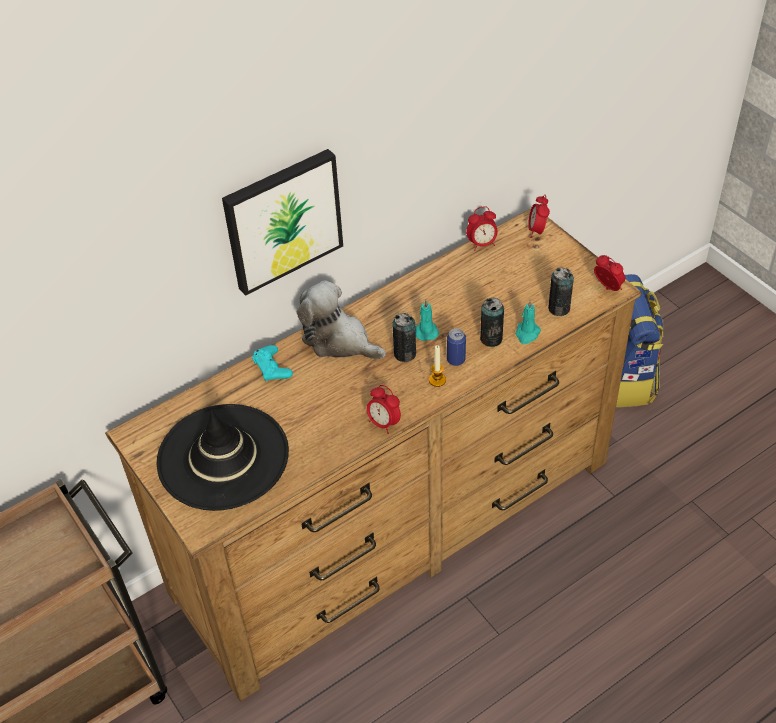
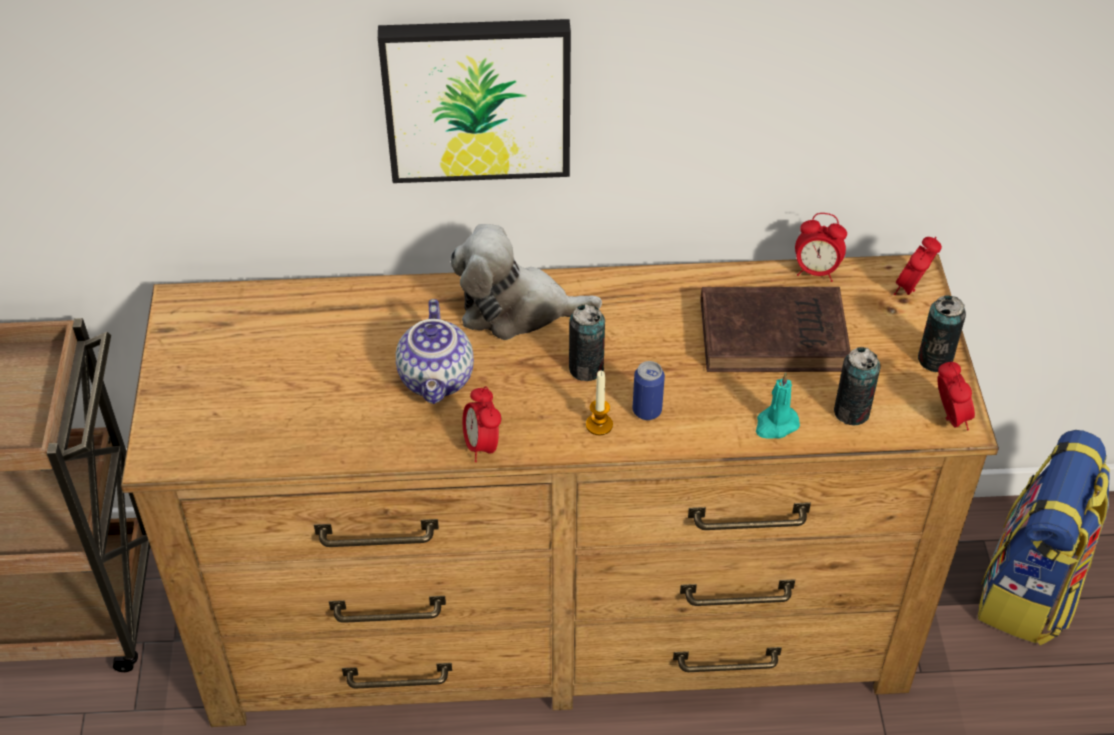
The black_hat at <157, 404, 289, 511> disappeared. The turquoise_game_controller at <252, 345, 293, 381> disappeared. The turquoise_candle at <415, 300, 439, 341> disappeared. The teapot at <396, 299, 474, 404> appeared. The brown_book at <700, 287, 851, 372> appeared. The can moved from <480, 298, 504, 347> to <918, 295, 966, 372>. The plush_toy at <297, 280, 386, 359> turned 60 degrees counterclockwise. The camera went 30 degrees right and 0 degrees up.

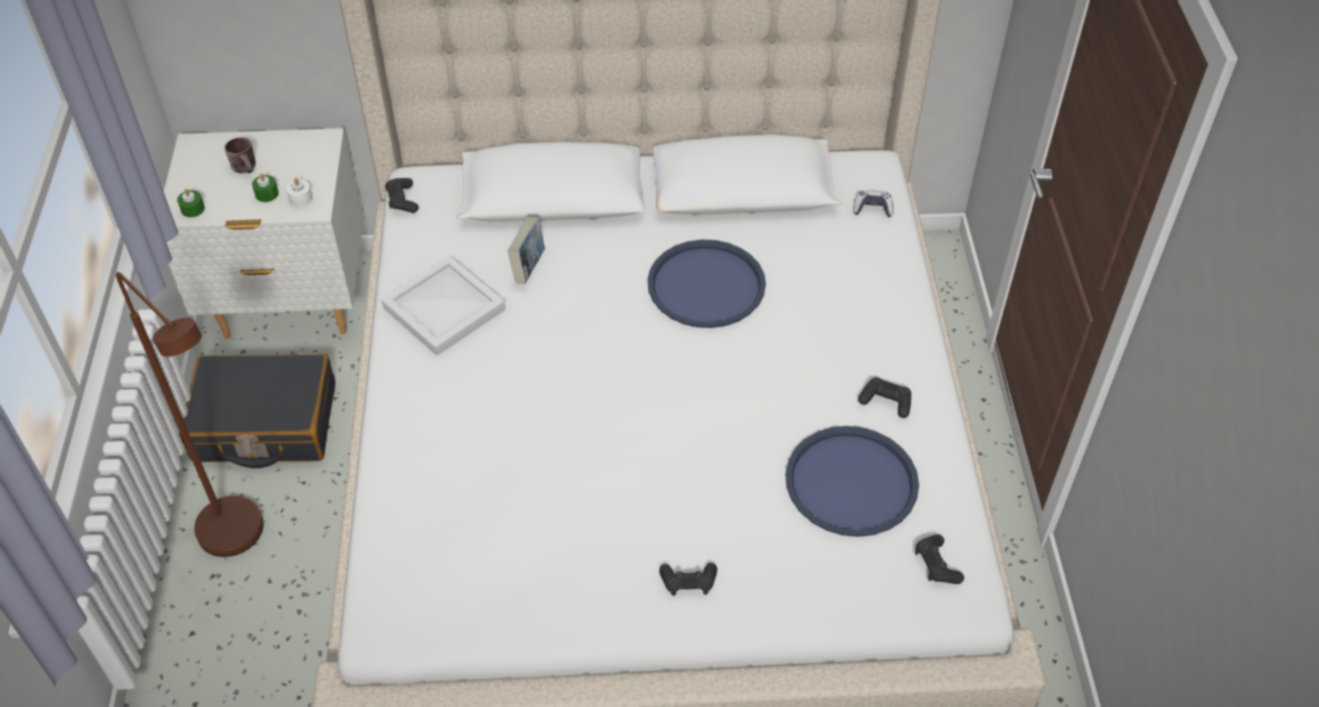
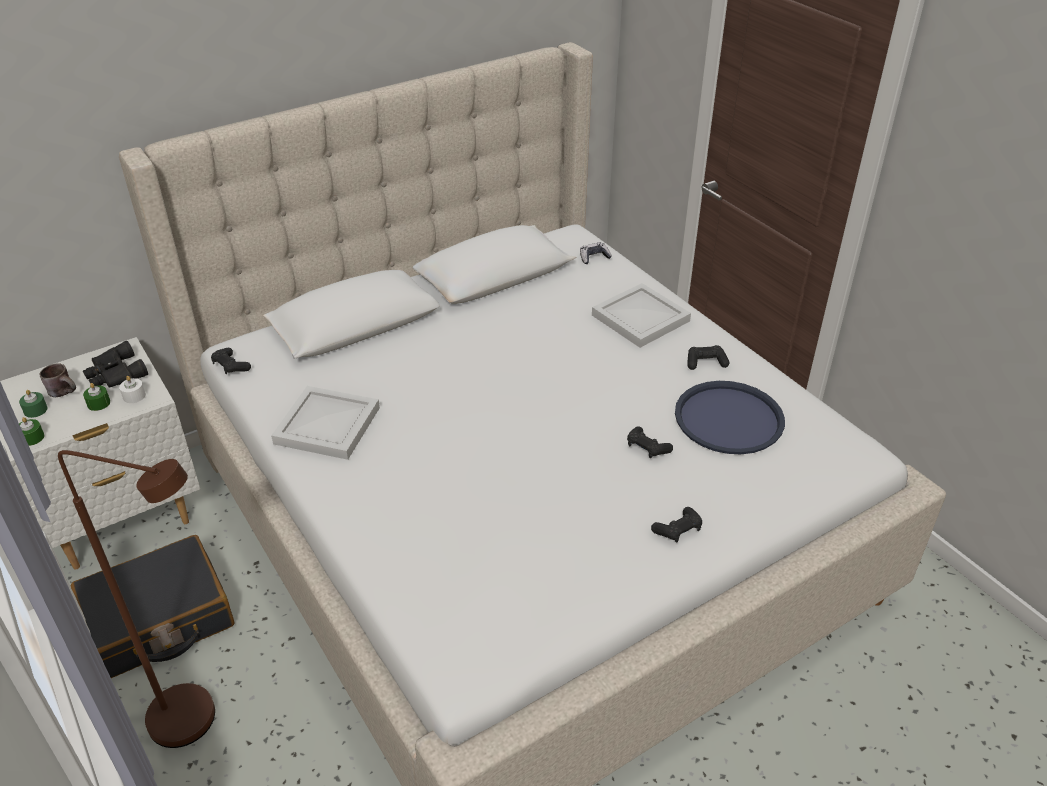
The book at <508, 217, 545, 284> disappeared. The blue_tray at <647, 239, 766, 328> disappeared. The green_candle at <19, 390, 48, 418> appeared. The black_binoculars at <83, 341, 148, 388> appeared. The white_tray at <592, 283, 691, 348> appeared. The black_game_controller moved from <915, 534, 964, 584> to <627, 426, 673, 458>. The camera went 30 degrees left and 10 degrees down.

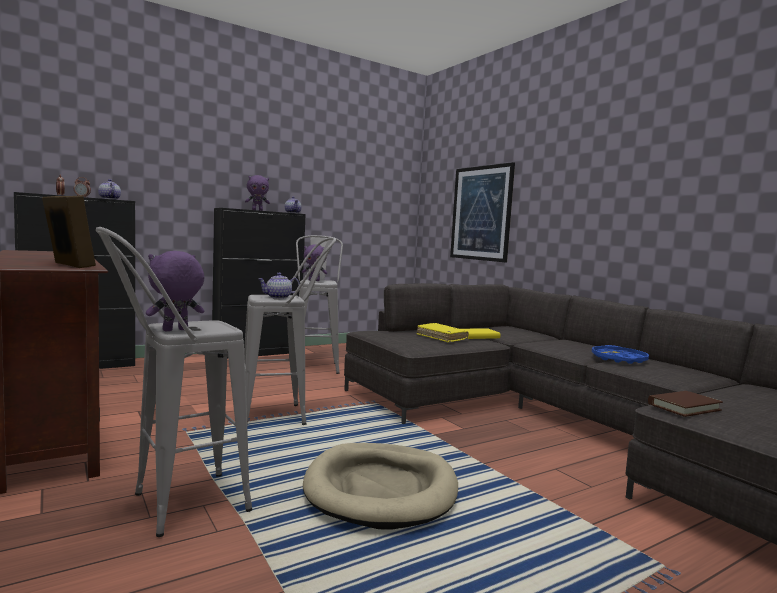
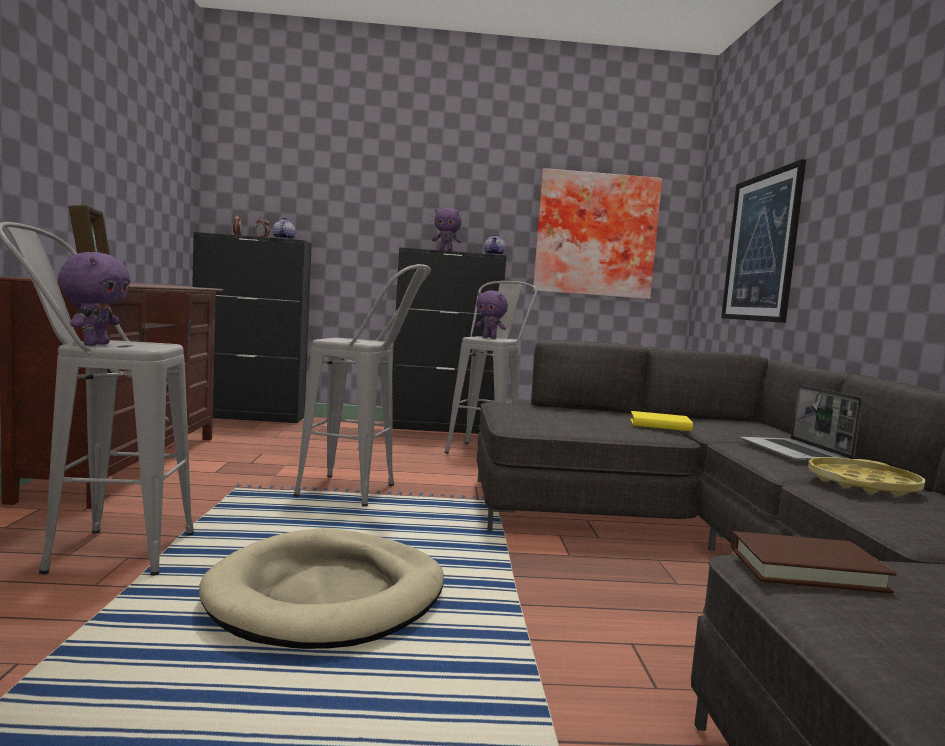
The teapot at <258, 273, 300, 299> disappeared. The yellow_book at <416, 323, 468, 342> disappeared. The picture at <533, 168, 662, 299> appeared. The laptop at <740, 384, 862, 463> appeared. The blue_tray at <592, 345, 649, 364> became the yellow_tray at <808, 457, 926, 496>. The purple_plush_toy at <146, 251, 204, 331> turned 105 degrees clockwise. The camera went 30 degrees right and 0 degrees up.

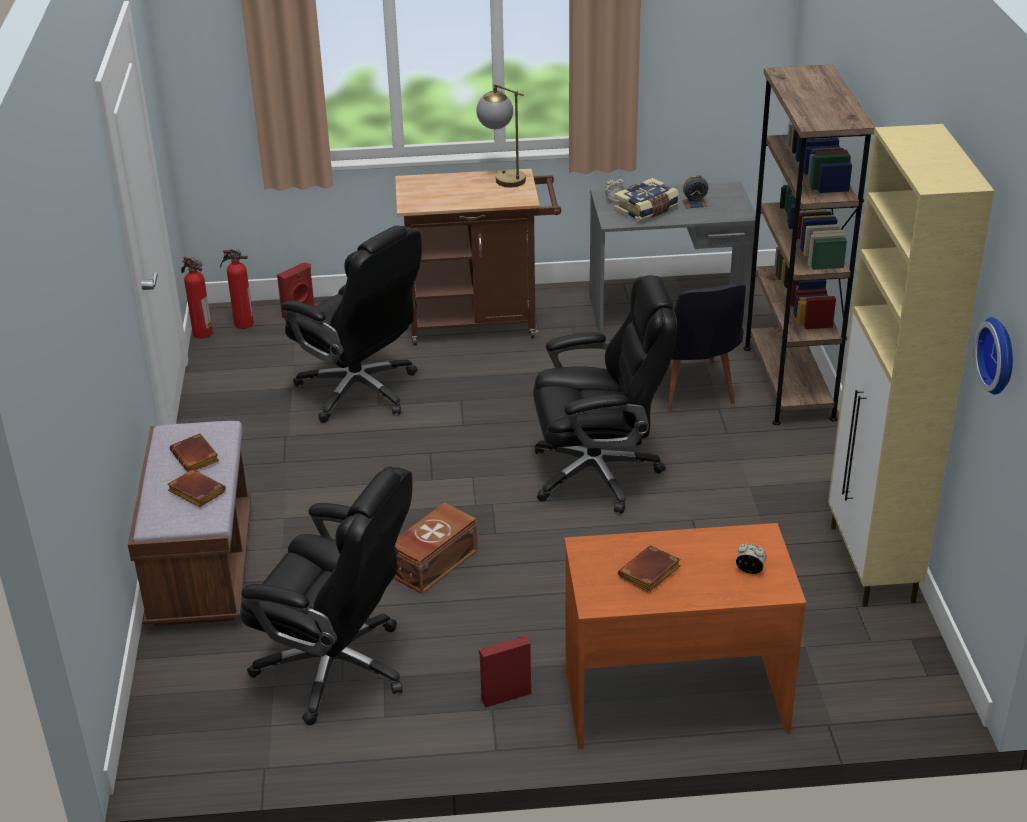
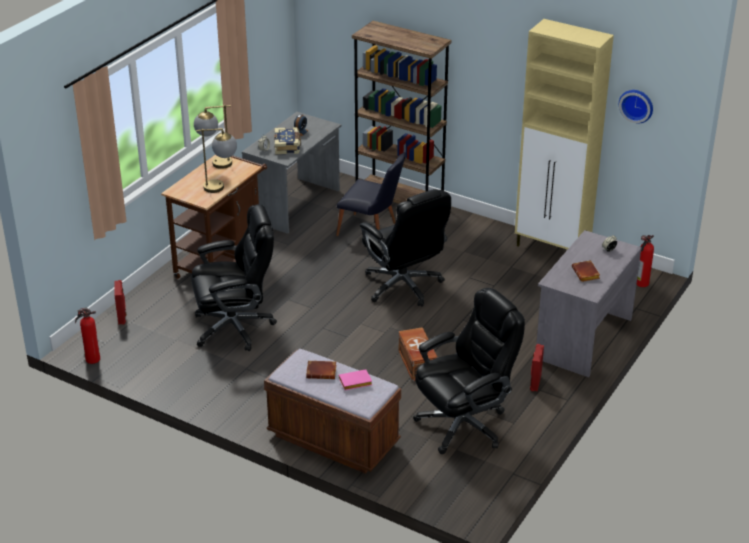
The table_lamp at <196, 128, 237, 193> appeared. The fire_extinguisher moved from <220, 249, 254, 329> to <636, 235, 654, 287>. The brown_book at <167, 469, 226, 507> became the pink_book at <339, 369, 372, 390>. The orange_desk at <564, 523, 806, 749> became the grey_desk at <536, 230, 642, 377>. The black_office_chair at <533, 275, 677, 514> turned 120 degrees clockwise. The camera went 55 degrees left and 0 degrees up.

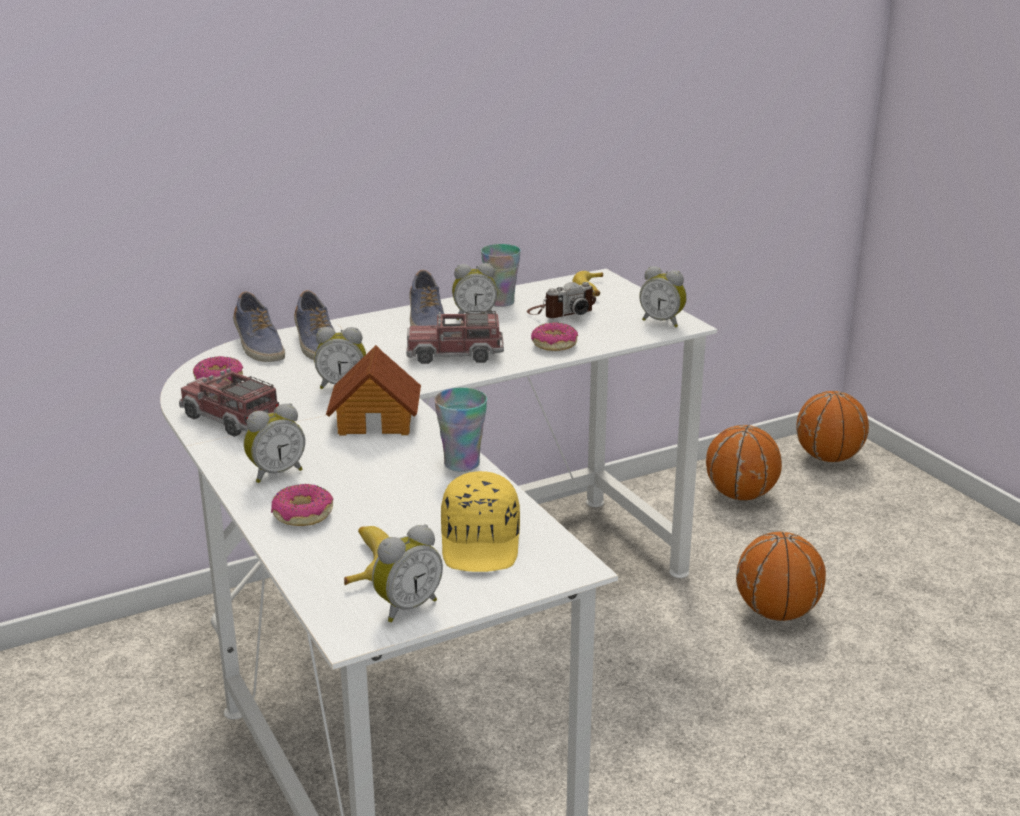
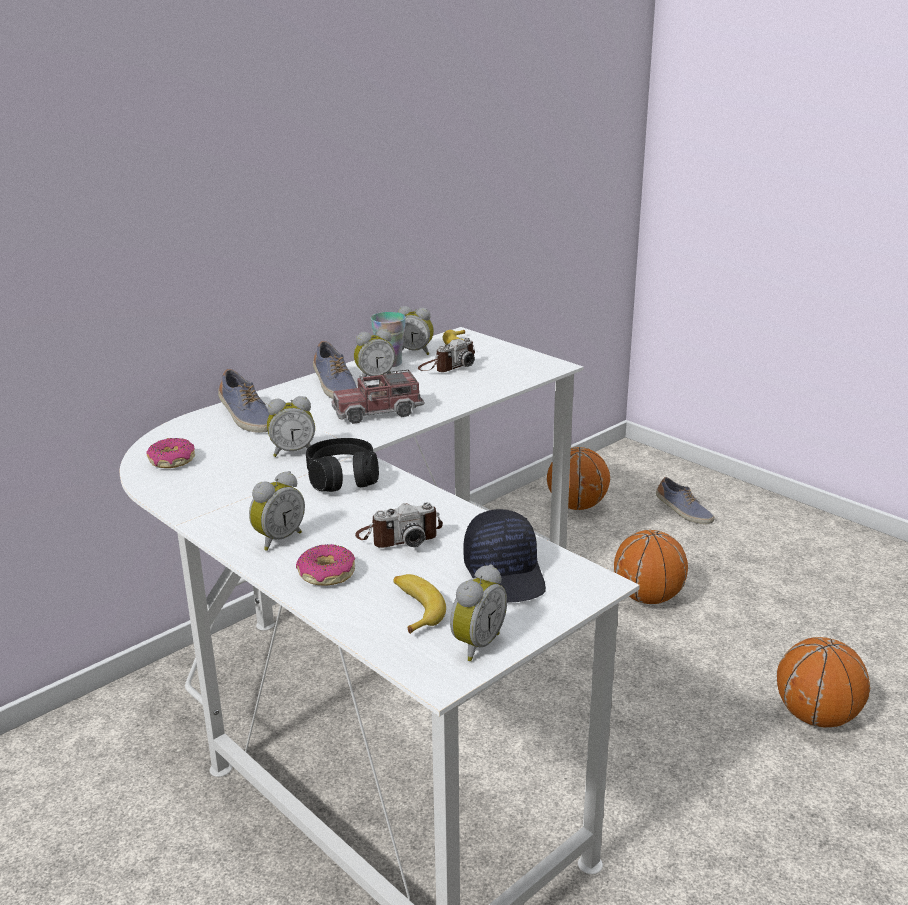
The toy_truck at <179, 368, 279, 437> disappeared. The cup at <434, 388, 487, 472> disappeared. The donut at <531, 322, 578, 351> disappeared. The photo_camera at <355, 502, 443, 548> appeared. The shoe moved from <233, 291, 285, 362> to <656, 477, 715, 524>. The alarm_clock moved from <639, 266, 687, 328> to <398, 306, 434, 355>. The basketball moved from <796, 391, 869, 462> to <777, 637, 870, 727>. The toy_house at <326, 345, 421, 435> was replaced by the black_headphones at <306, 438, 379, 492>. The yellow_cap at <441, 471, 520, 572> became the black_cap at <463, 509, 546, 602>. The camera went 15 degrees left and 0 degrees up.

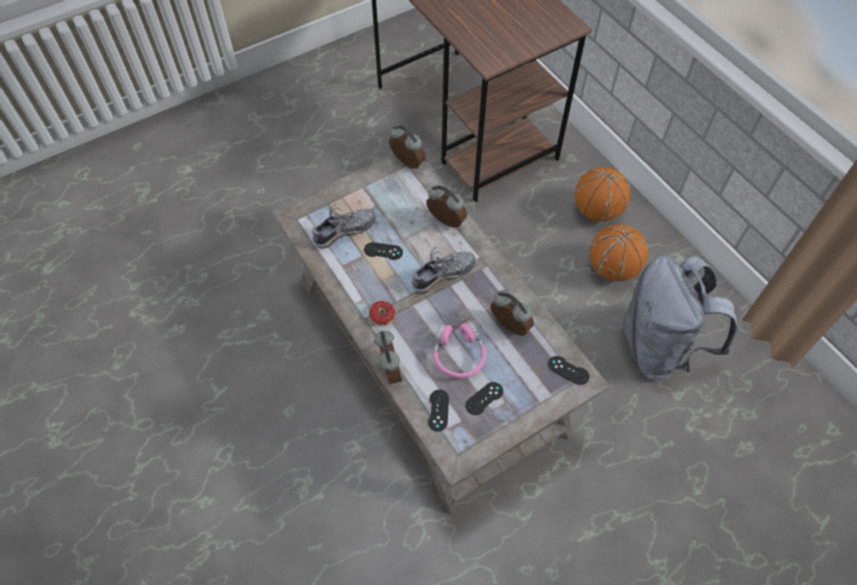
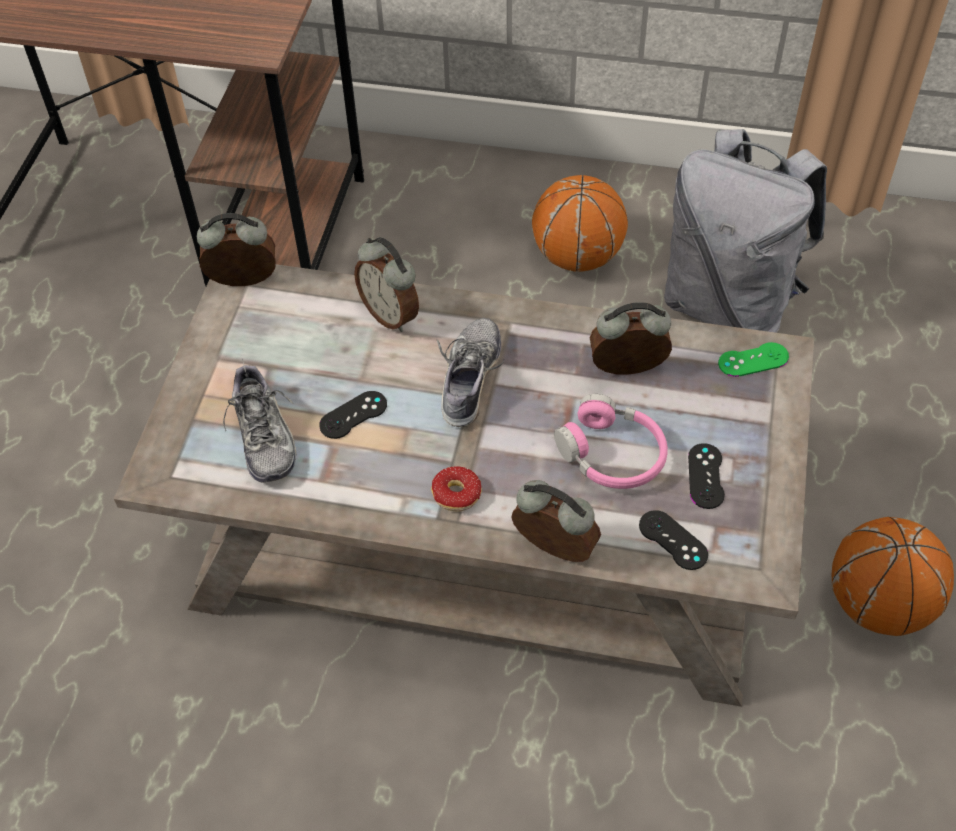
The basketball moved from <575, 167, 630, 222> to <832, 517, 954, 636>. The black_game_controller at <548, 356, 589, 385> became the green_game_controller at <718, 342, 789, 377>. The shoe at <311, 203, 375, 248> turned 150 degrees clockwise. The alarm_clock at <426, 185, 467, 228> turned 120 degrees counterclockwise. The camera went 45 degrees left and 5 degrees down.

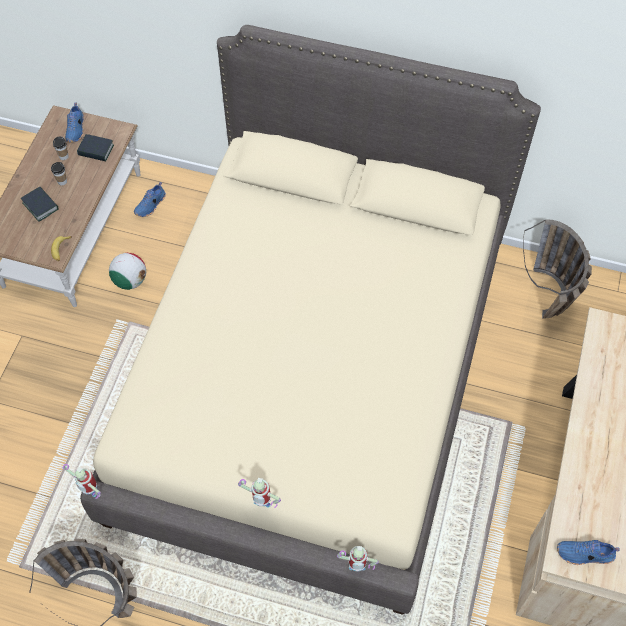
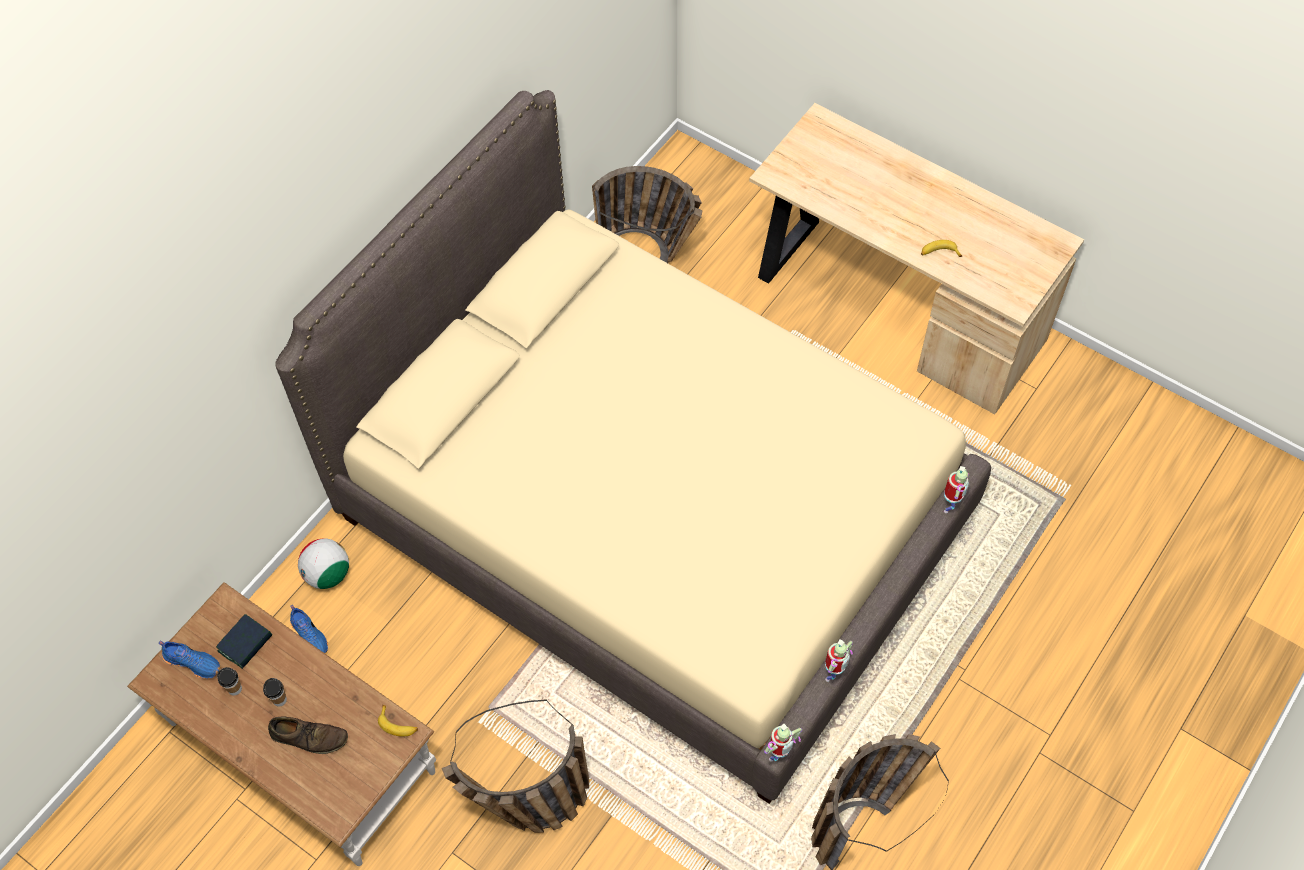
The blue_shoe at <557, 540, 619, 565> disappeared. The basket at <442, 699, 589, 833> appeared. The banana at <921, 240, 962, 257> appeared. The football moved from <109, 253, 146, 290> to <298, 539, 349, 589>. The toy_robot moved from <238, 478, 281, 508> to <825, 640, 853, 682>. The book at <21, 187, 58, 222> was replaced by the brown_shoe at <268, 717, 348, 754>. The camera went 70 degrees left and 0 degrees up.

